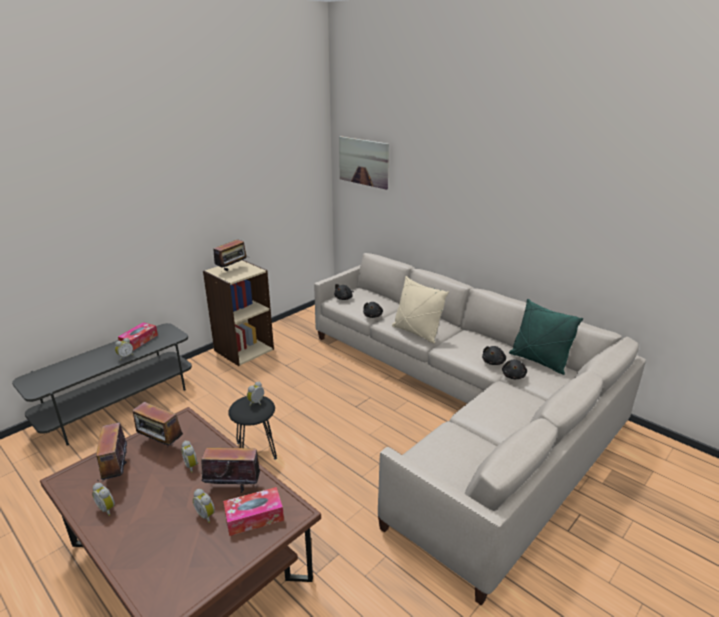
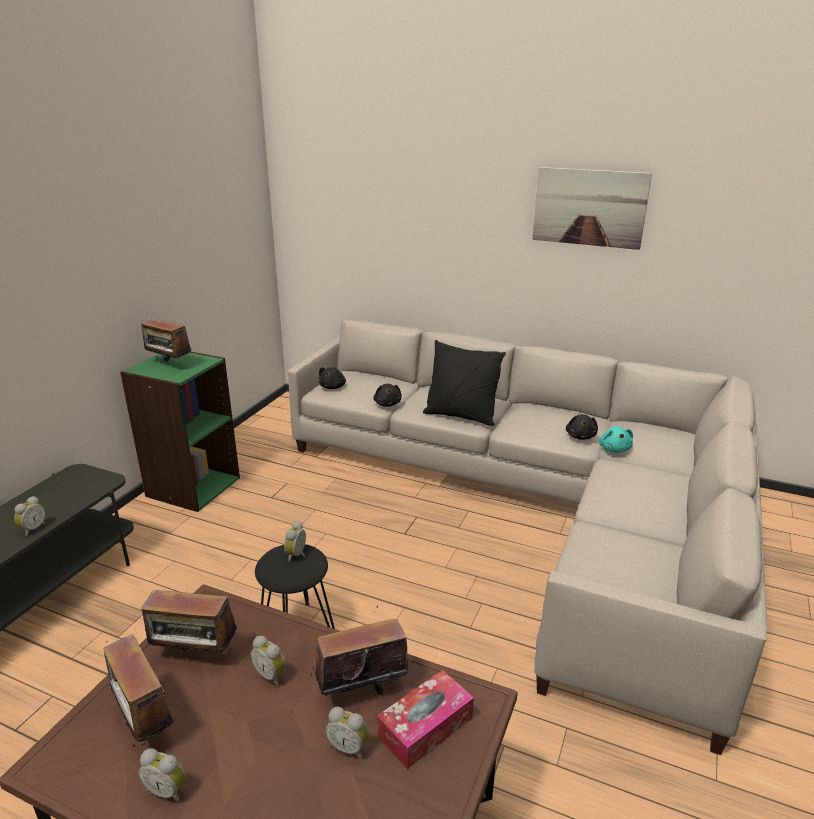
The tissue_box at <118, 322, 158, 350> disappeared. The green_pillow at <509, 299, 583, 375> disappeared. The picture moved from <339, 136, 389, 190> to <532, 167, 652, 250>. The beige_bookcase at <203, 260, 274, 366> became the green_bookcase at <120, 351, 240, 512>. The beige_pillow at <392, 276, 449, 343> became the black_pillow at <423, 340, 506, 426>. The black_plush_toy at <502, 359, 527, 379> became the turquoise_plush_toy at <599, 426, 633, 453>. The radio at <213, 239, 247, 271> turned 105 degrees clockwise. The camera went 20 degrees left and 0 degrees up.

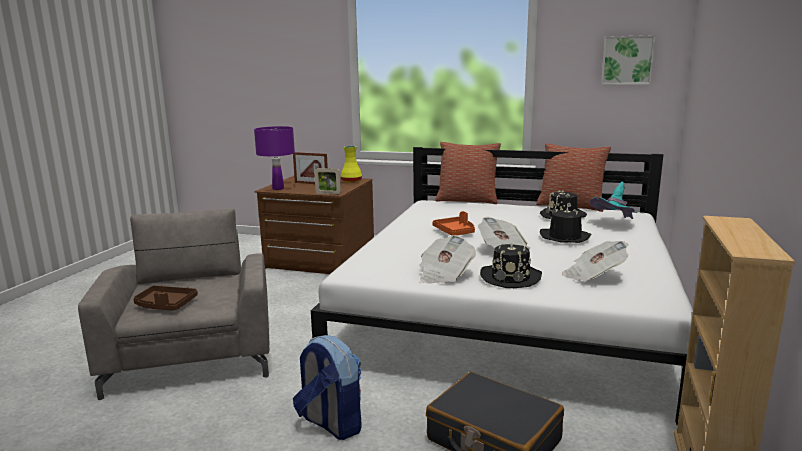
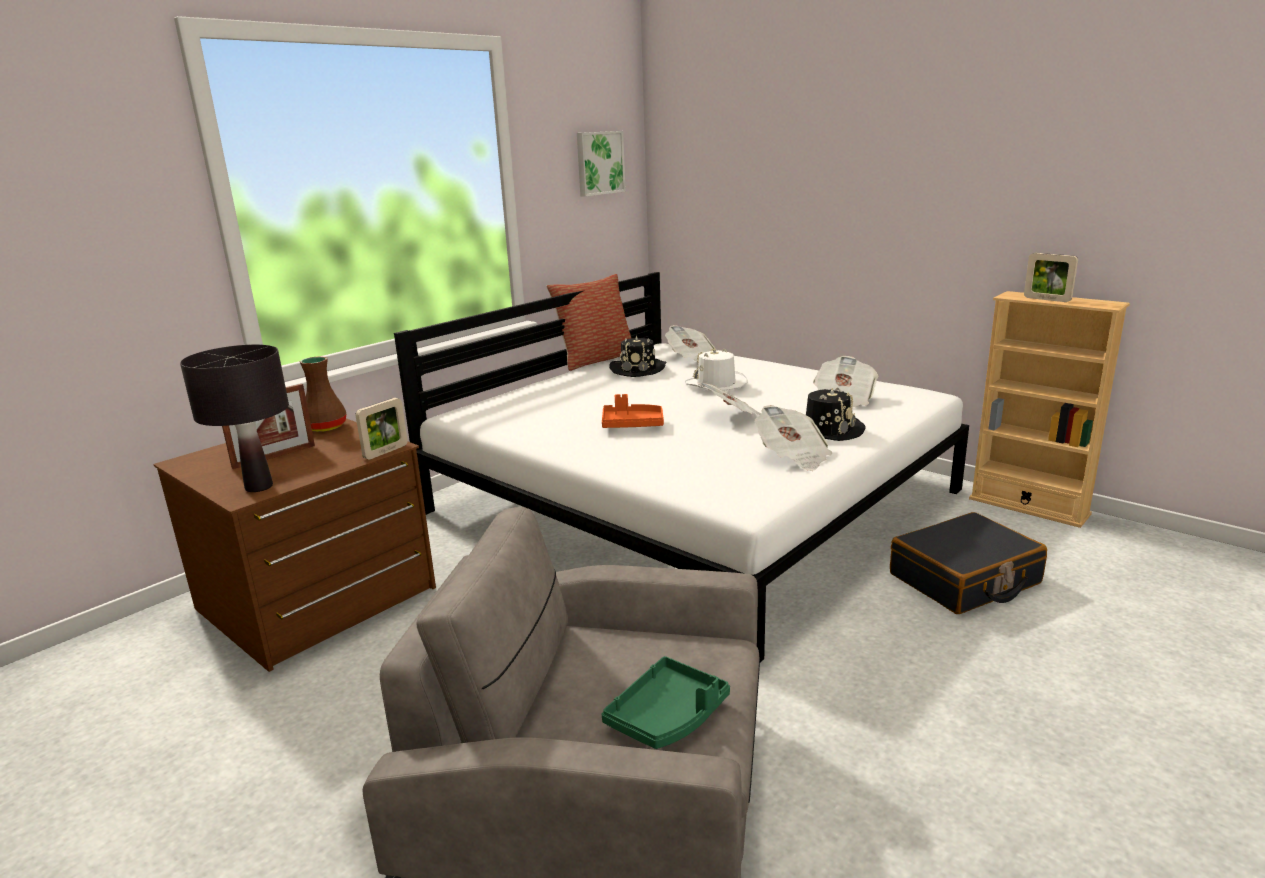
The backpack at <293, 335, 362, 440> disappeared. The pillow at <435, 142, 501, 204> disappeared. The picture_frame at <1024, 253, 1078, 302> appeared. The turquoise_hat at <590, 181, 637, 219> was replaced by the newspaper at <665, 325, 716, 362>. The brown_tray at <133, 286, 198, 310> became the green_tray at <602, 656, 730, 749>. The purple_table_lamp at <254, 126, 295, 190> became the black_table_lamp at <180, 344, 289, 492>. The yellow_vase at <341, 146, 362, 183> became the brown_vase at <300, 357, 346, 432>. The black_hat at <540, 207, 592, 243> became the white_hat at <685, 347, 748, 391>. The camera went 65 degrees left and 5 degrees up.

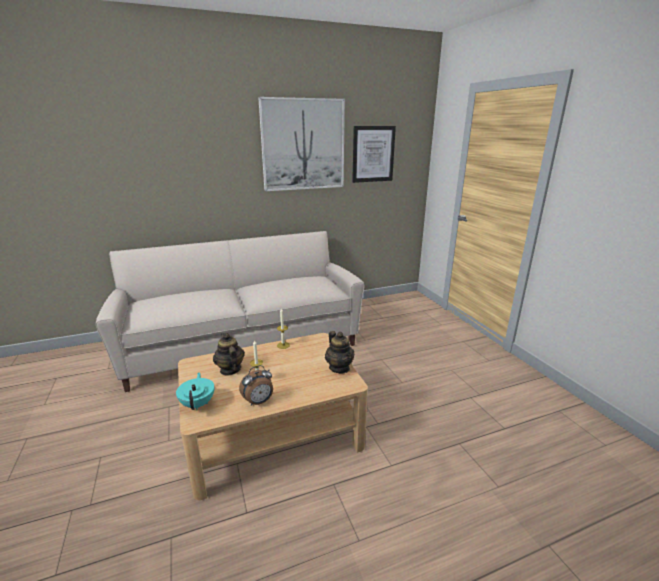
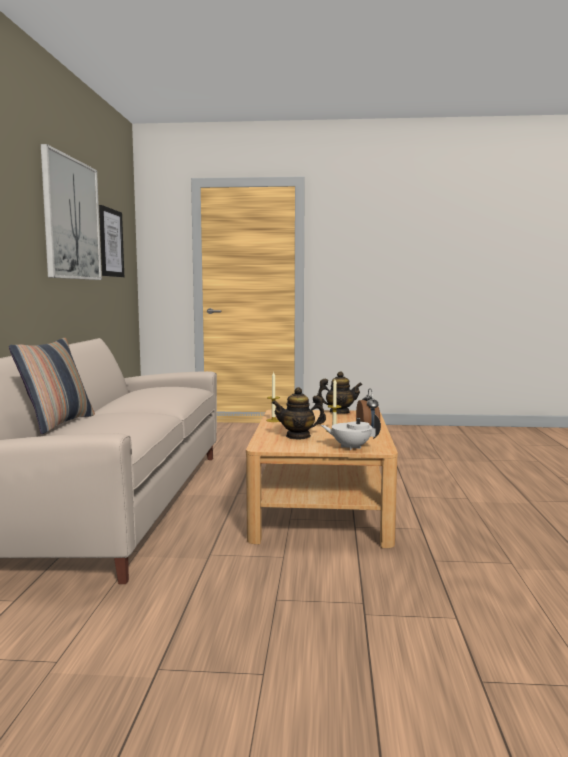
The pillow at <9, 338, 95, 434> appeared. The turquoise_teapot at <176, 372, 214, 410> became the white_teapot at <321, 414, 381, 450>. The camera went 65 degrees left and 15 degrees down.

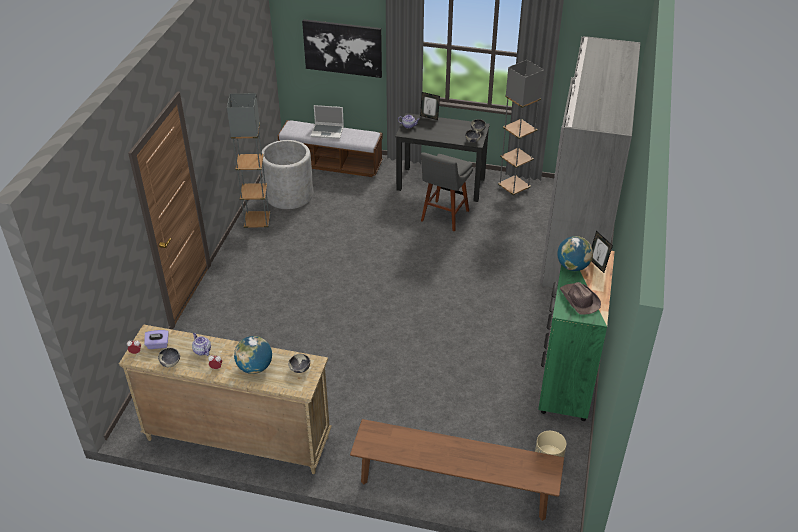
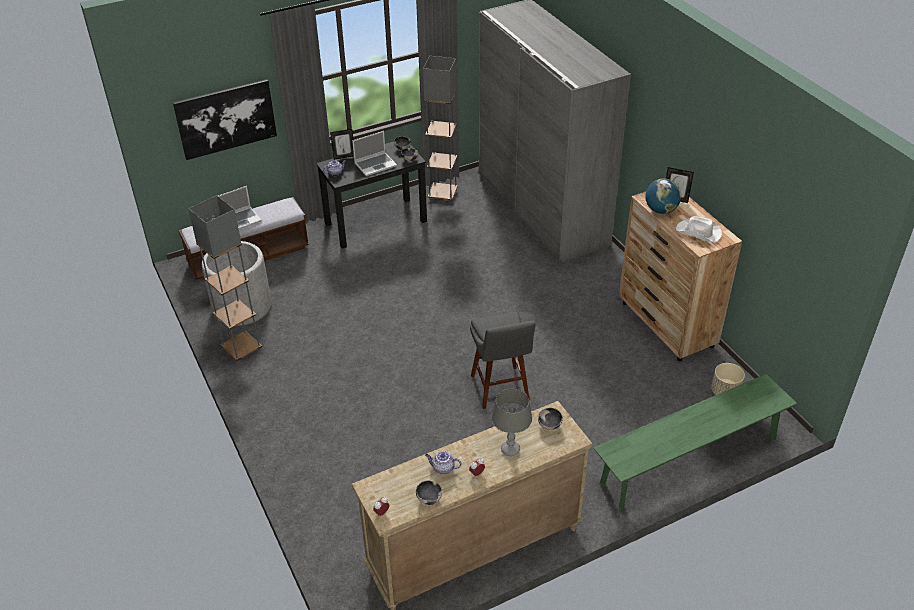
The purple_tissue_box at <144, 330, 169, 349> disappeared. The laptop at <352, 131, 397, 176> appeared. The grey_stool moved from <421, 152, 473, 232> to <470, 312, 536, 409>. The globe at <234, 336, 272, 374> was replaced by the grey_table_lamp at <491, 389, 532, 456>. The brown_bench at <350, 419, 564, 521> became the green_bench at <593, 374, 797, 509>. The green_dresser at <538, 251, 615, 421> became the brown_dresser at <619, 192, 742, 361>. The brown_hat at <560, 282, 601, 315> became the white_hat at <676, 216, 722, 243>. The camera went 40 degrees left and 0 degrees up.

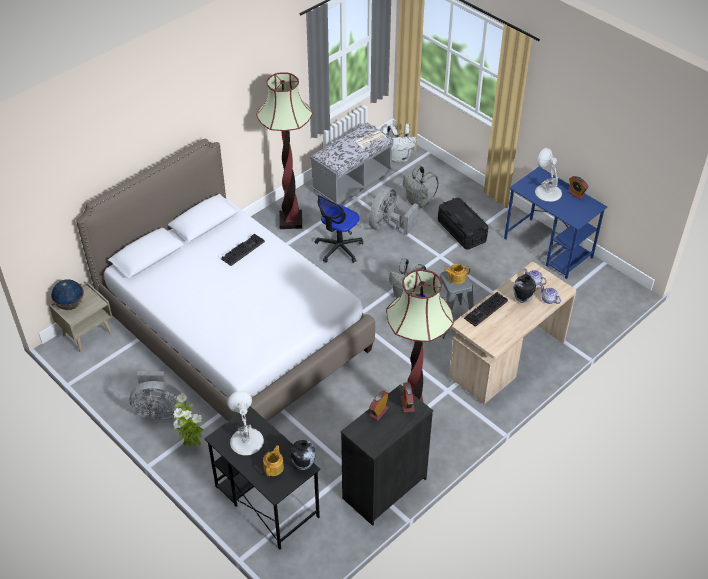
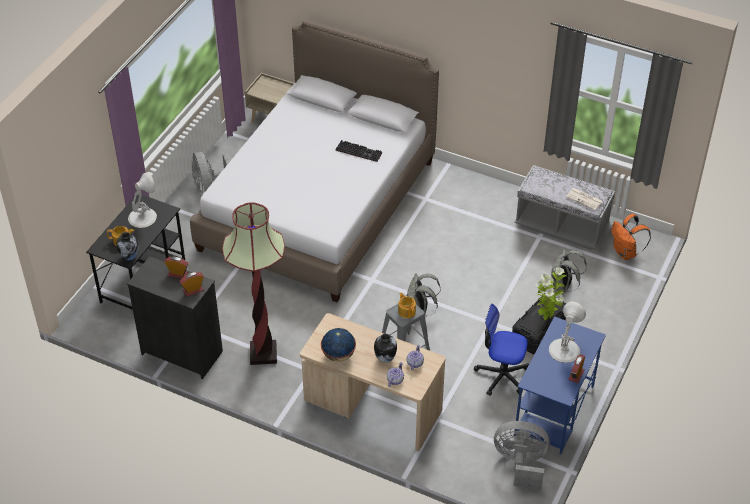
The floor_lamp at <256, 72, 313, 229> disappeared. The keyboard at <464, 292, 508, 327> disappeared. The globe moved from <51, 279, 84, 310> to <321, 328, 356, 362>. The potted_plant moved from <173, 393, 204, 446> to <535, 268, 566, 320>. The office_chair moved from <315, 195, 363, 263> to <474, 304, 529, 396>. The grey_fan moved from <369, 187, 419, 235> to <494, 421, 550, 490>. The white_backpack at <387, 123, 417, 162> became the orange_backpack at <611, 214, 651, 260>. The camera went 70 degrees right and 0 degrees up.

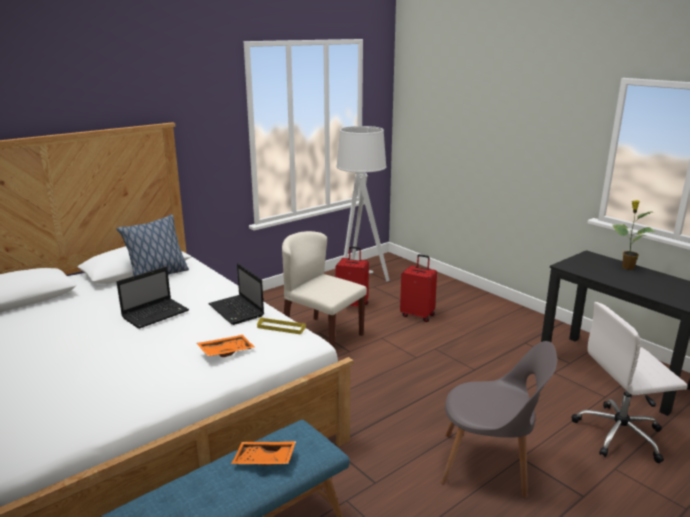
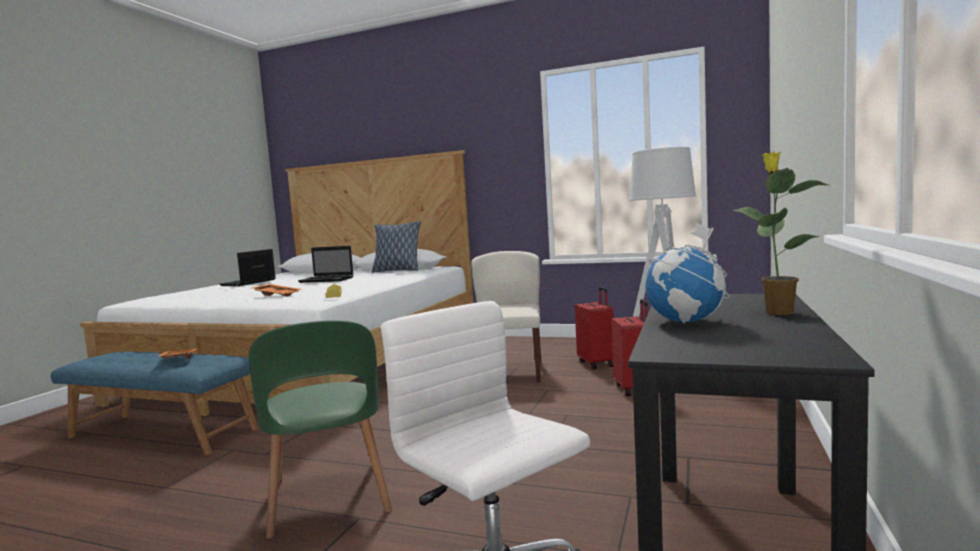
The globe at <645, 222, 730, 324> appeared. The laptop moved from <208, 263, 264, 325> to <220, 249, 276, 286>. The grey_chair at <441, 341, 557, 498> became the green_chair at <249, 320, 392, 539>. The camera went 60 degrees right and 15 degrees down.

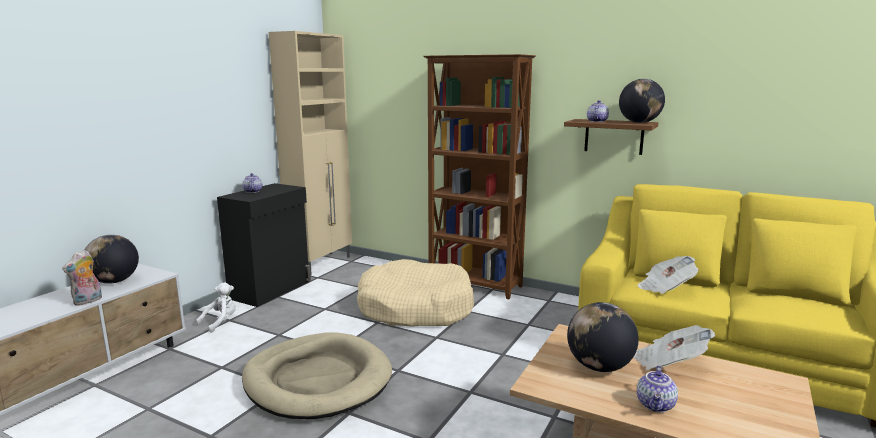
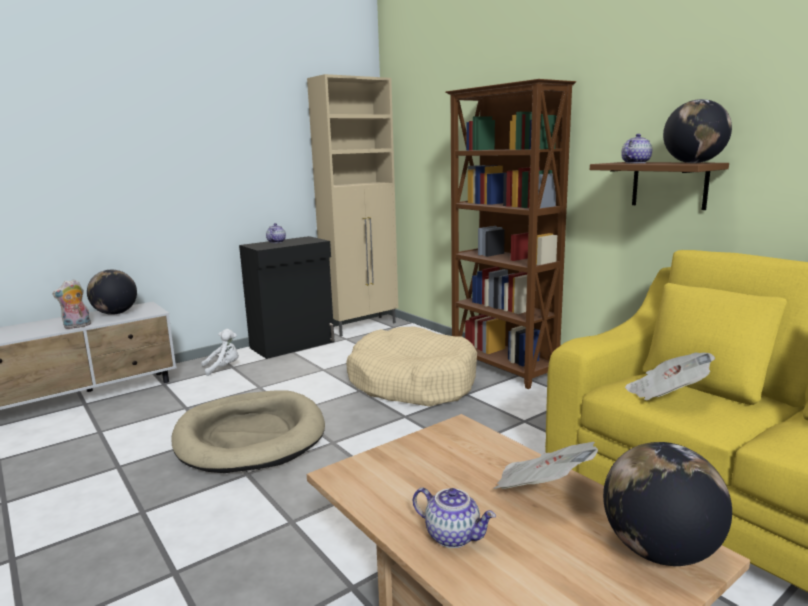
The globe moved from <567, 302, 639, 372> to <603, 442, 732, 566>. The teapot at <637, 366, 678, 412> turned 105 degrees counterclockwise. The camera went 25 degrees right and 0 degrees up.

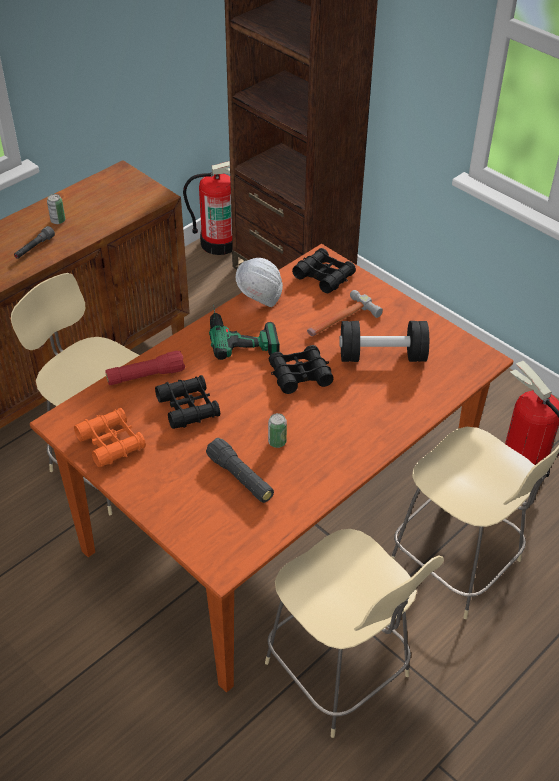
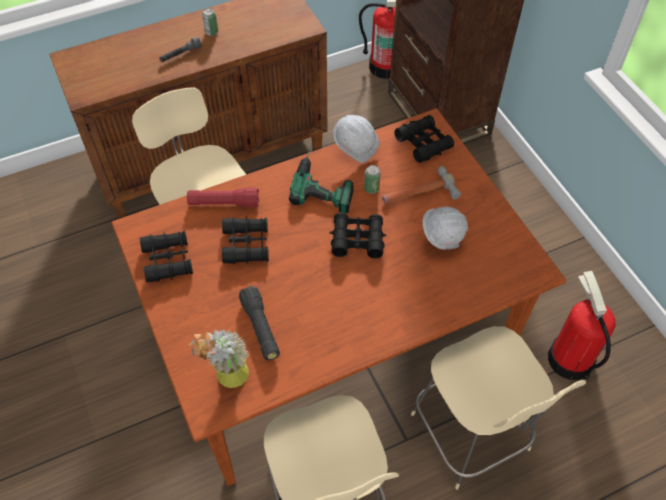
The potted_plant at <188, 329, 249, 388> appeared. The can moved from <268, 413, 287, 448> to <364, 165, 381, 194>. The black_dumbbell at <339, 321, 429, 362> was replaced by the white_hard_hat at <422, 207, 468, 249>. The orange_binoculars at <74, 408, 146, 467> became the black_binoculars at <140, 231, 193, 282>. The camera went 20 degrees right and 10 degrees up.

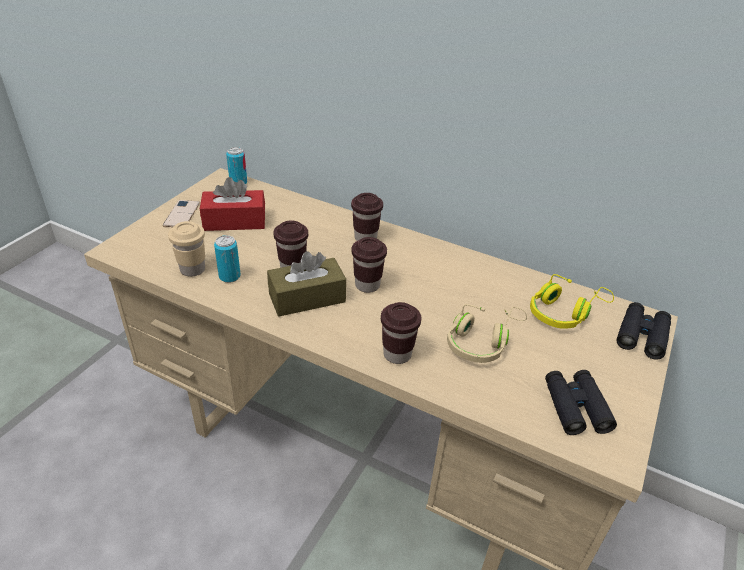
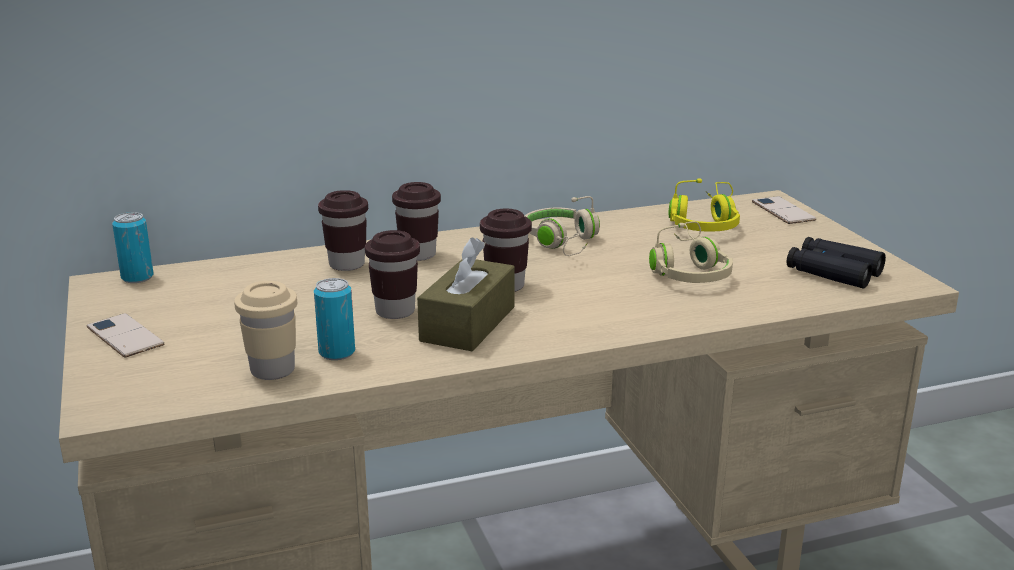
The red_tissue_box at <200, 177, 265, 231> disappeared. The beige_headphones at <525, 196, 600, 256> appeared. The brown_cup moved from <381, 302, 421, 364> to <318, 190, 368, 271>. The black_binoculars at <616, 302, 671, 360> was replaced by the phone at <752, 196, 816, 224>. The camera went 45 degrees left and 15 degrees down.

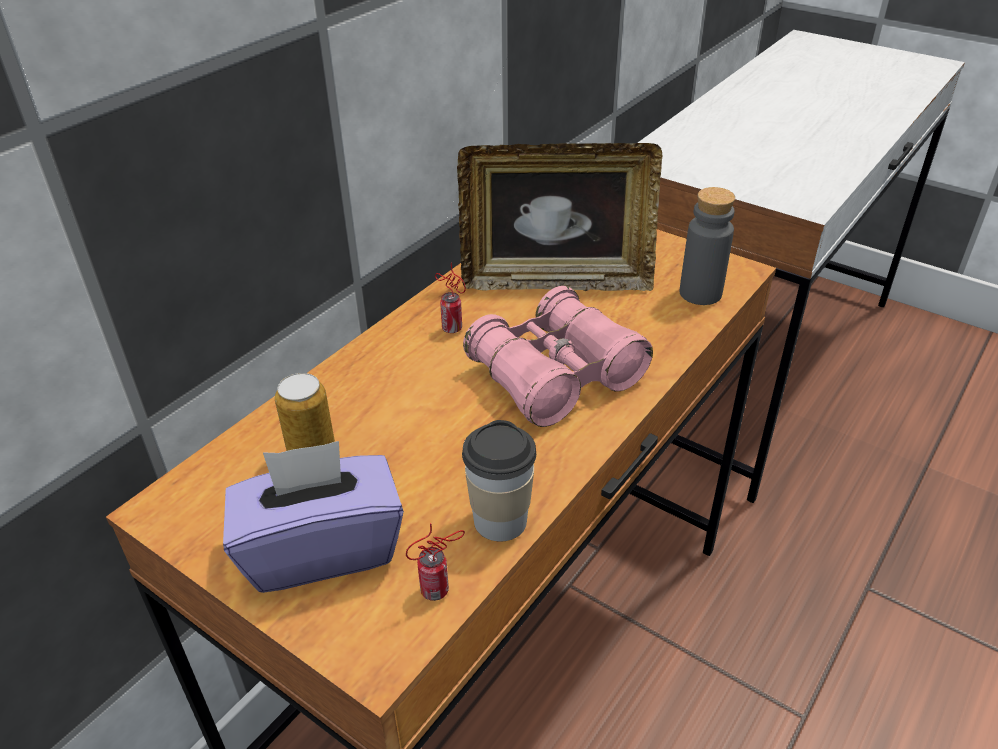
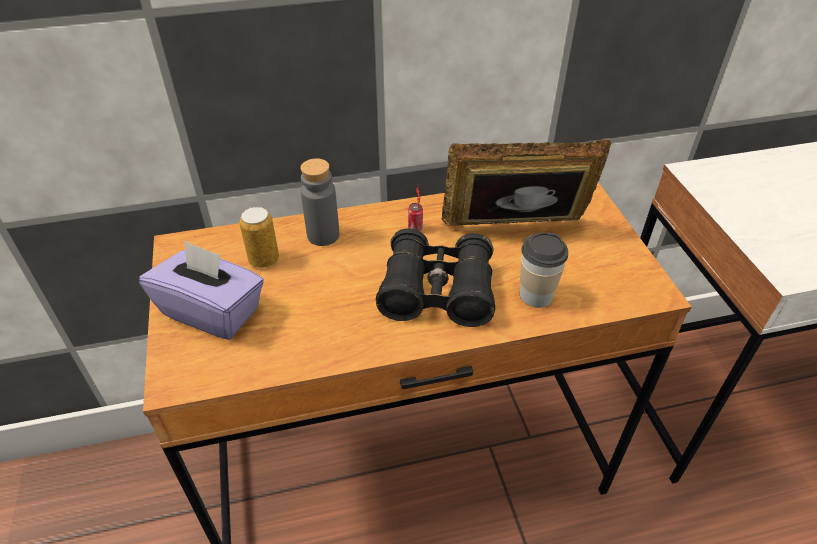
The can at <406, 523, 465, 601> disappeared. The cup moved from <462, 420, 536, 541> to <520, 233, 568, 308>. The grey_bottle moved from <680, 187, 735, 305> to <300, 158, 339, 246>. The pink_binoculars at <463, 286, 653, 427> became the black_binoculars at <376, 228, 495, 327>. The picture_frame at <457, 143, 662, 291> turned 135 degrees clockwise. The camera went 40 degrees right and 5 degrees up.

